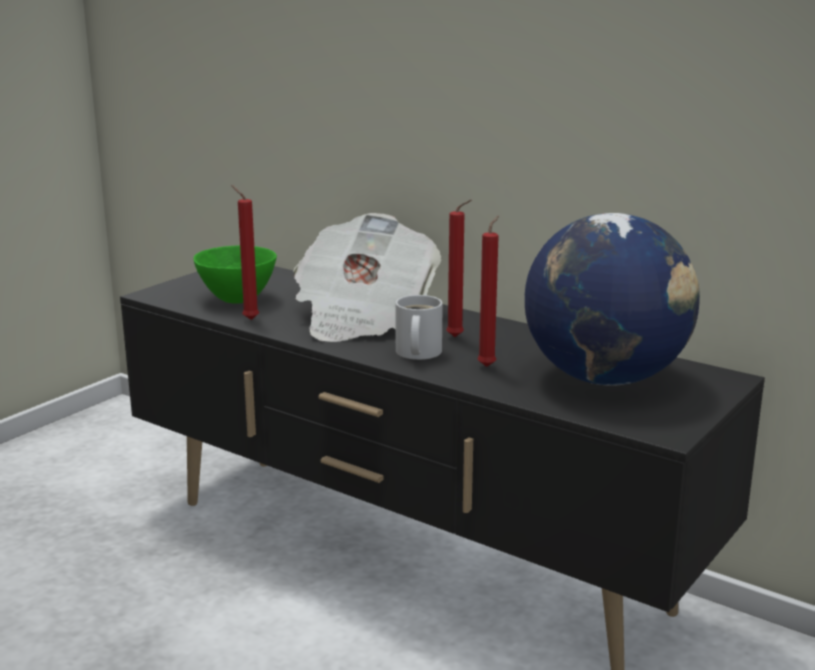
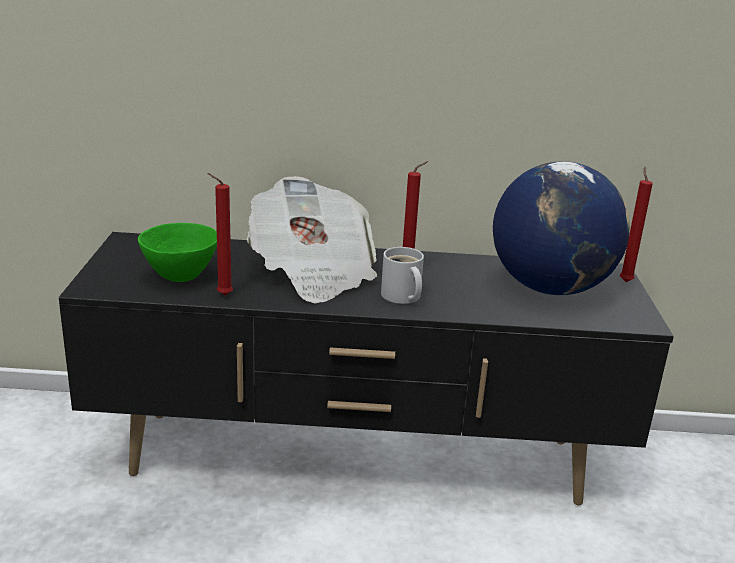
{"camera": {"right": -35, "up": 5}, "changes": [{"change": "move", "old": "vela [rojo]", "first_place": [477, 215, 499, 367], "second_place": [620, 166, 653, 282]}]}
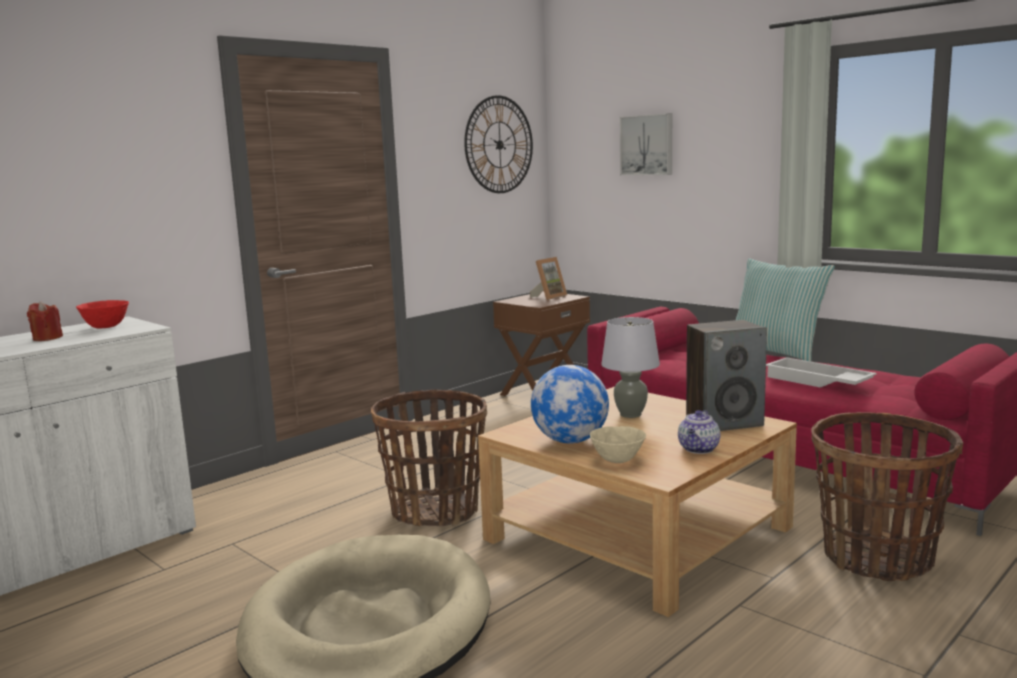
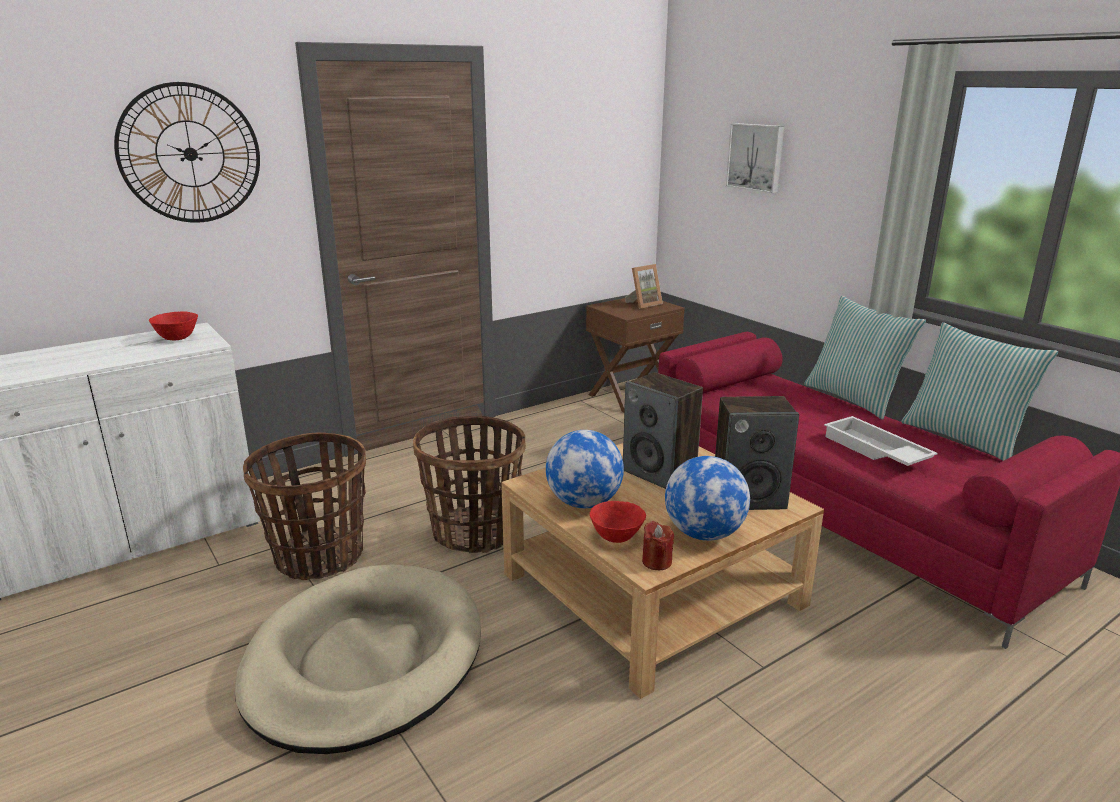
{"camera": {"right": 10, "up": 10}, "changes": [{"change": "move", "old": "vela [rojo]", "first_place": [27, 301, 63, 341], "second_place": [642, 521, 674, 570]}, {"change": "move", "old": "reloj de pared", "first_place": [464, 95, 533, 193], "second_place": [114, 82, 260, 223]}, {"change": "recolor", "old": "cuenco [beis]", "new": "cuenco [rojo]", "first_place": [590, 426, 646, 463], "second_place": [590, 501, 646, 543]}, {"change": "replace", "old": "lámpara de mesa [gris]", "new": "altavoz", "first_place": [601, 317, 660, 418], "second_place": [623, 372, 703, 489]}, {"change": "replace", "old": "tetera", "new": "globo terráqueo", "first_place": [678, 410, 720, 454], "second_place": [665, 456, 750, 541]}, {"change": "move", "old": "cesta", "first_place": [811, 412, 963, 581], "second_place": [243, 432, 366, 580]}, {"change": "insert", "new": "cojín", "second_place": [901, 322, 1058, 461]}]}
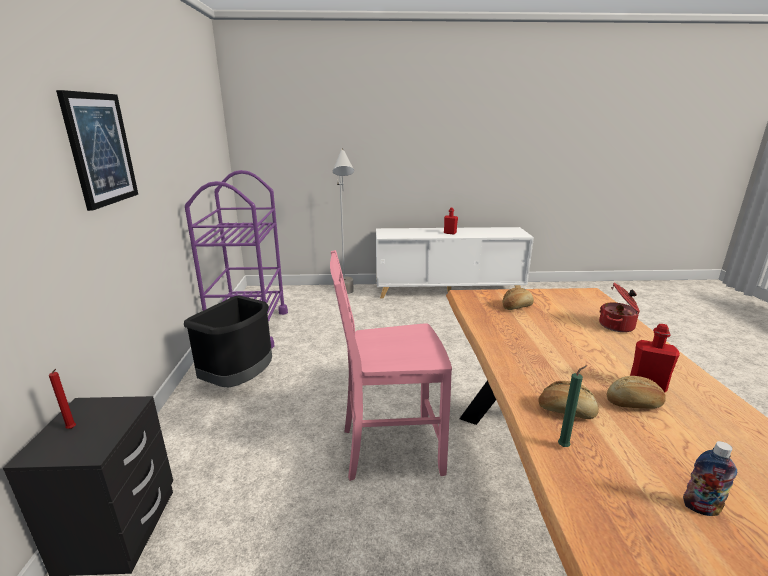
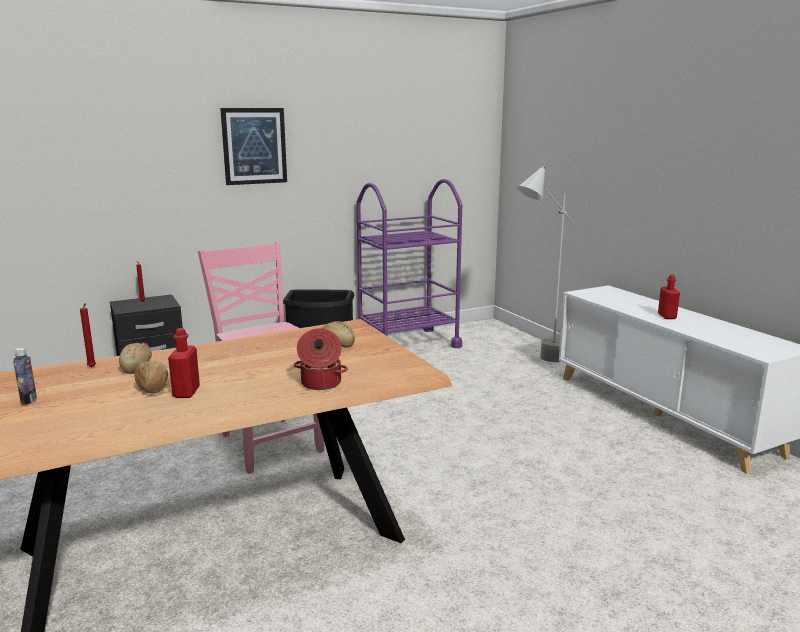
{"camera": {"right": 65, "up": -5}, "changes": [{"change": "recolor", "old": "vela [verde]", "new": "vela [rojo]", "first_place": [558, 365, 587, 447], "second_place": [80, 303, 96, 367]}]}
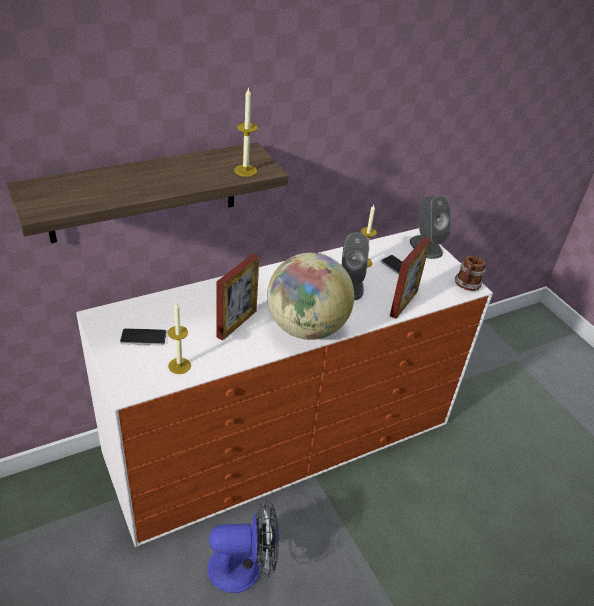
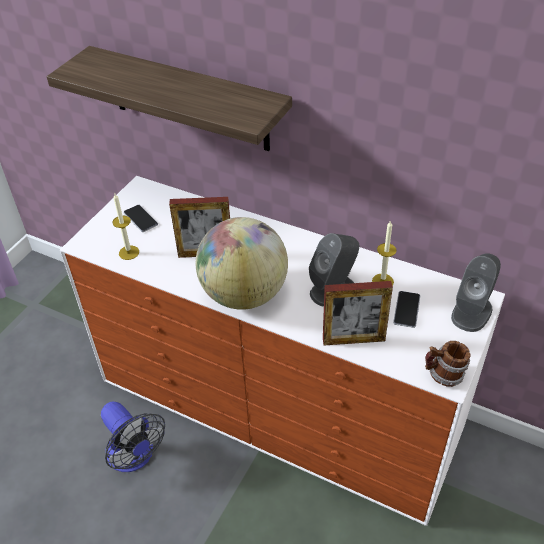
{"camera": {"right": 60, "up": 5}, "changes": [{"change": "delete", "old": "vela", "first_place": [234, 87, 257, 177]}]}
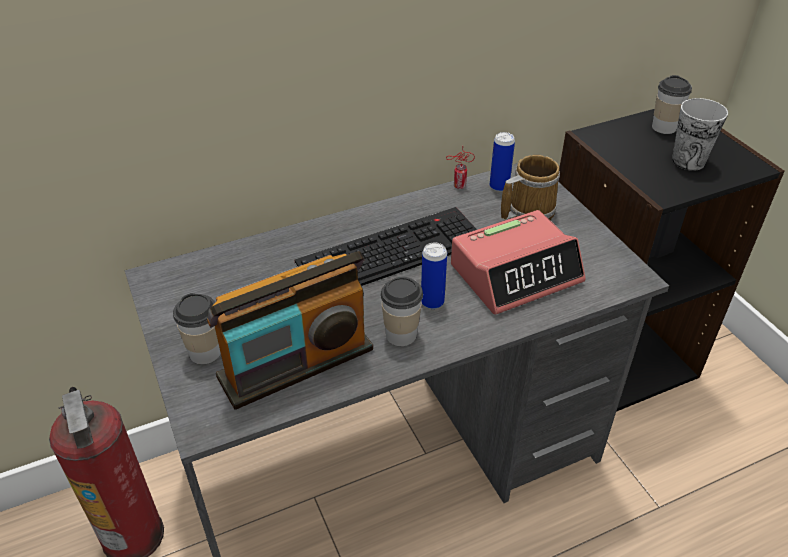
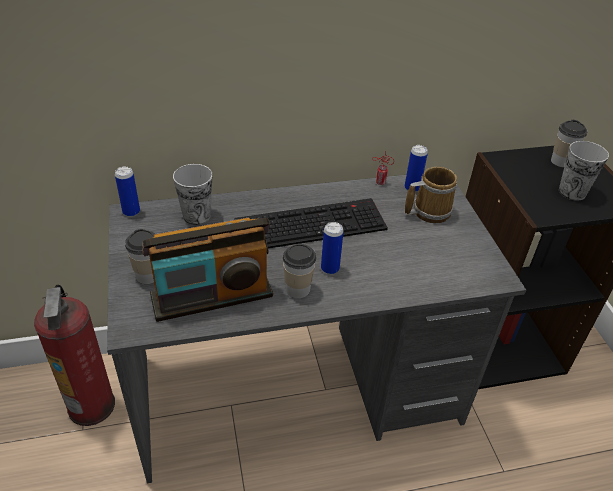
{"camera": {"right": 10, "up": 0}, "changes": [{"change": "delete", "old": "despertador", "first_place": [451, 210, 586, 315]}, {"change": "insert", "new": "lata", "second_place": [115, 166, 140, 217]}, {"change": "insert", "new": "taza", "second_place": [173, 164, 213, 225]}]}
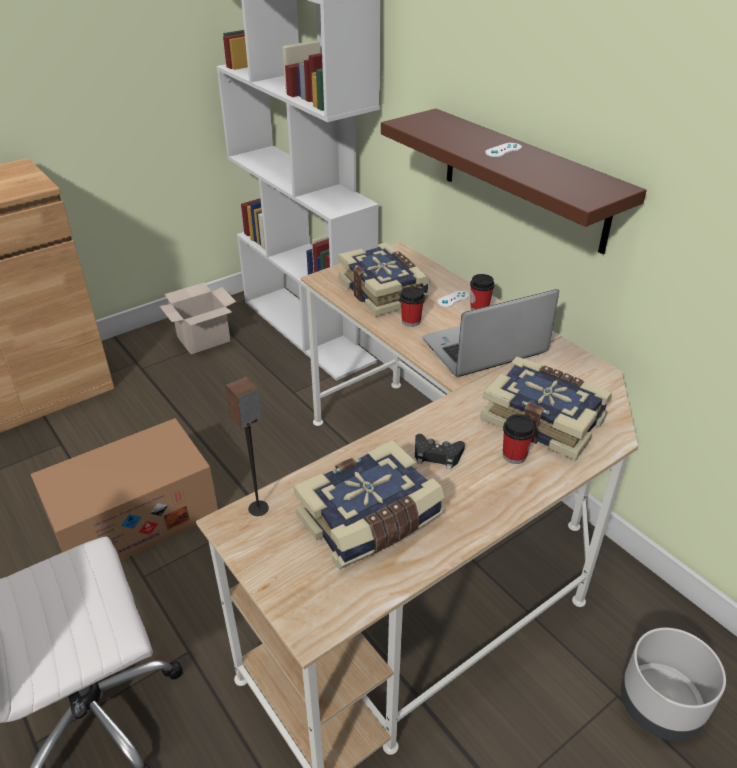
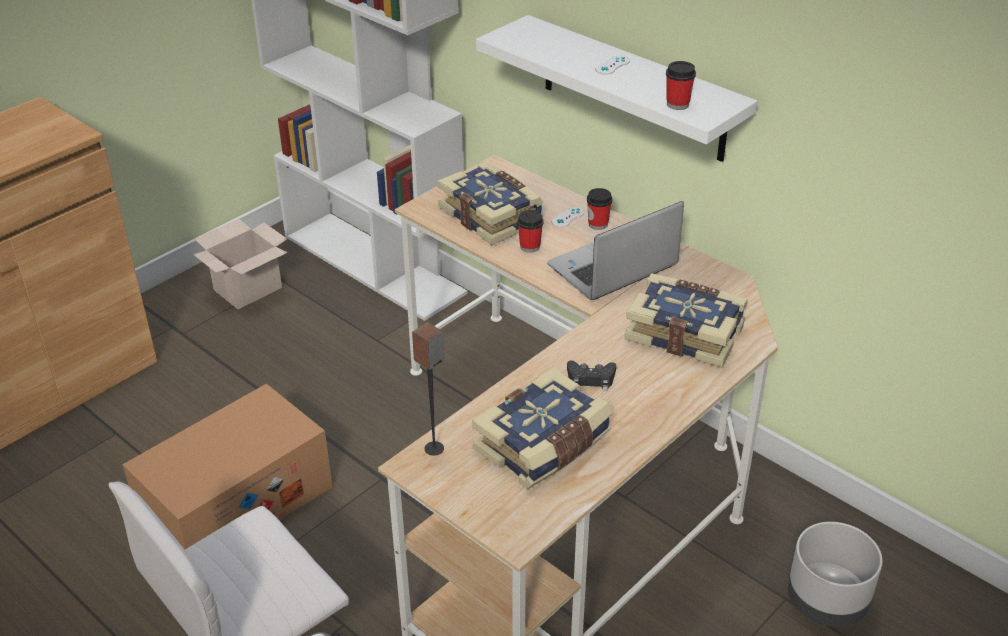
{"camera": {"right": -10, "up": 0}, "changes": [{"change": "recolor", "old": "estante [marrón]", "new": "estante [blanco]", "first_place": [381, 108, 647, 254], "second_place": [476, 15, 758, 162]}, {"change": "move", "old": "taza", "first_place": [503, 414, 535, 464], "second_place": [666, 61, 696, 110]}]}
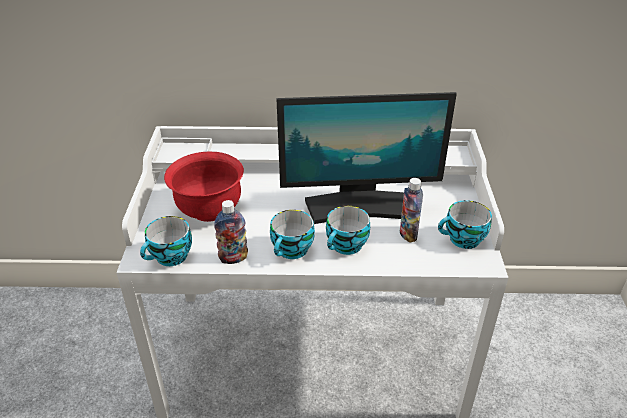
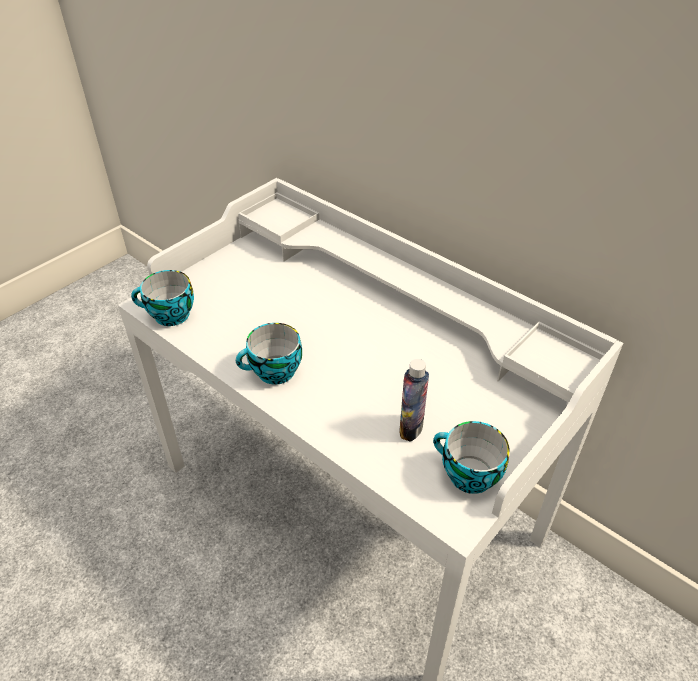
{"camera": {"right": 40, "up": 5}, "changes": [{"change": "delete", "old": "cuenco [rojo]", "first_place": [164, 152, 244, 222]}, {"change": "delete", "old": "botella", "first_place": [214, 200, 248, 264]}, {"change": "delete", "old": "monitor", "first_place": [276, 92, 457, 224]}, {"change": "delete", "old": "taza", "first_place": [326, 206, 370, 255]}]}
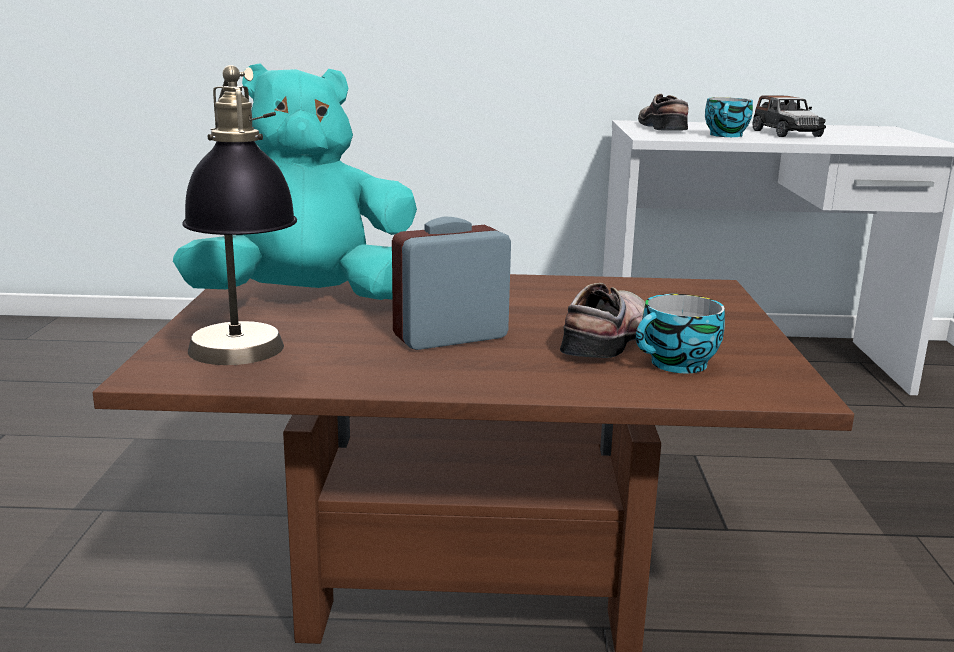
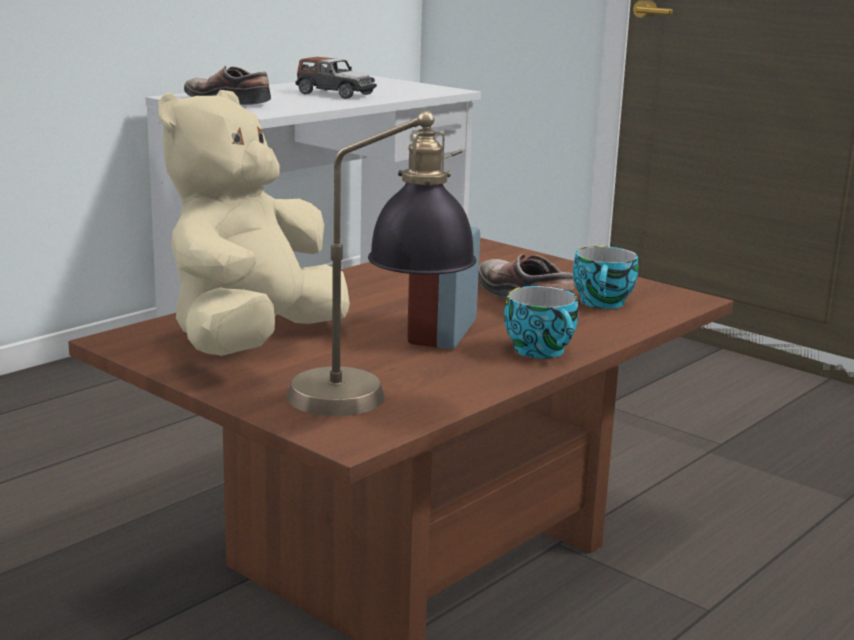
{"camera": {"right": -50, "up": 0}, "changes": [{"change": "recolor", "old": "peluche [turquesa]", "new": "peluche [beis]", "first_place": [173, 64, 417, 300], "second_place": [158, 90, 350, 356]}, {"change": "move", "old": "taza", "first_place": [705, 97, 753, 137], "second_place": [504, 286, 578, 358]}]}
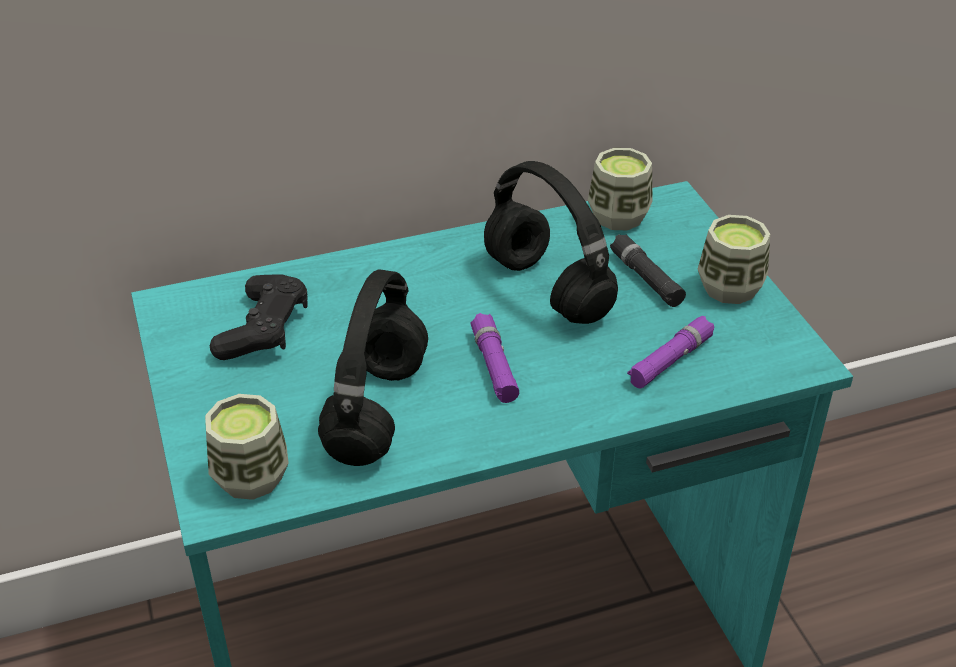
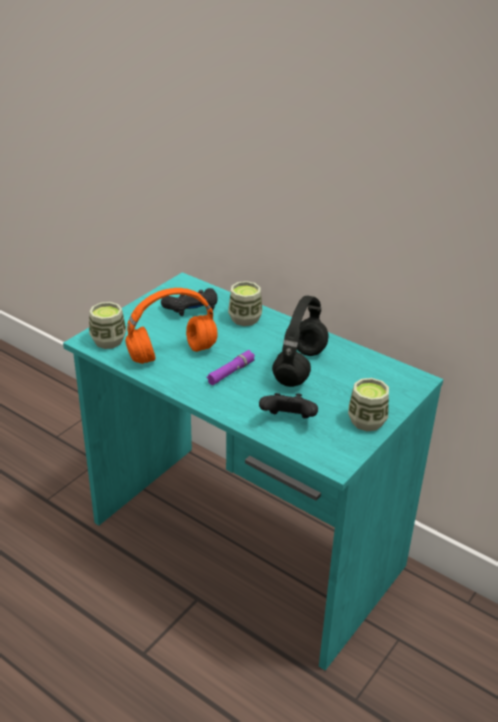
{"camera": {"right": 55, "up": -5}, "changes": [{"change": "recolor", "old": "auriculares [negro]", "new": "auriculares [naranja]", "first_place": [318, 269, 428, 466], "second_place": [125, 288, 217, 364]}, {"change": "move", "old": "taza", "first_place": [588, 148, 653, 230], "second_place": [228, 281, 262, 326]}, {"change": "delete", "old": "linterna [negro]", "first_place": [610, 234, 686, 307]}, {"change": "replace", "old": "linterna [morado]", "new": "mando de consola [negro]", "first_place": [627, 316, 715, 389], "second_place": [259, 393, 318, 419]}]}
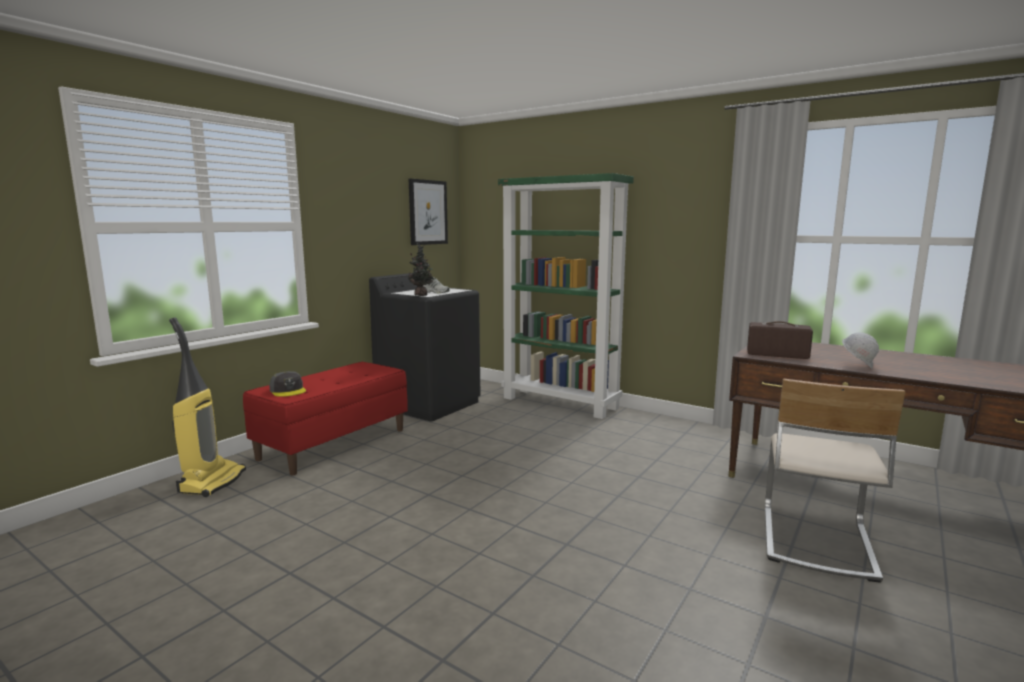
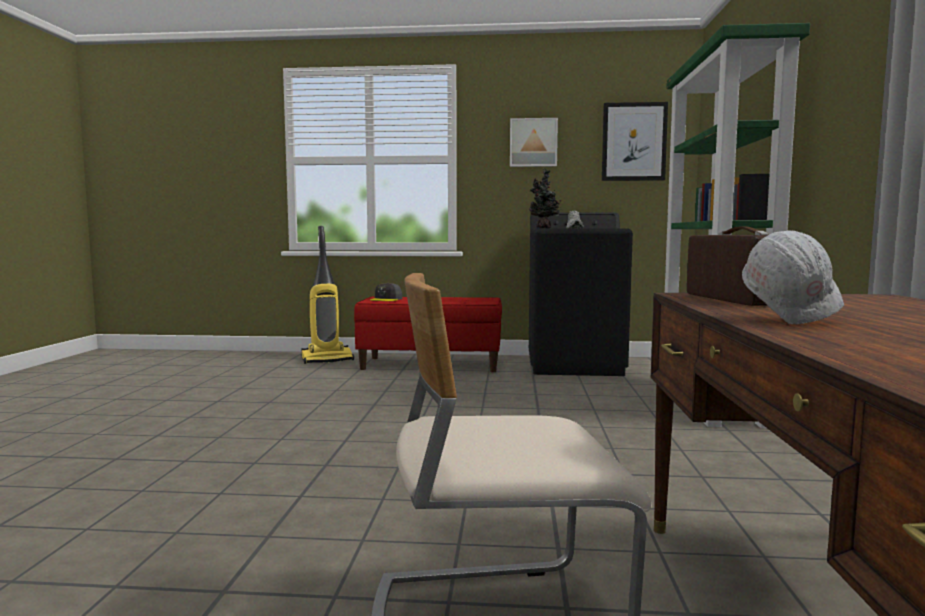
{"camera": {"right": 60, "up": -5}, "changes": [{"change": "insert", "new": "cuadro", "second_place": [510, 118, 558, 167]}]}
